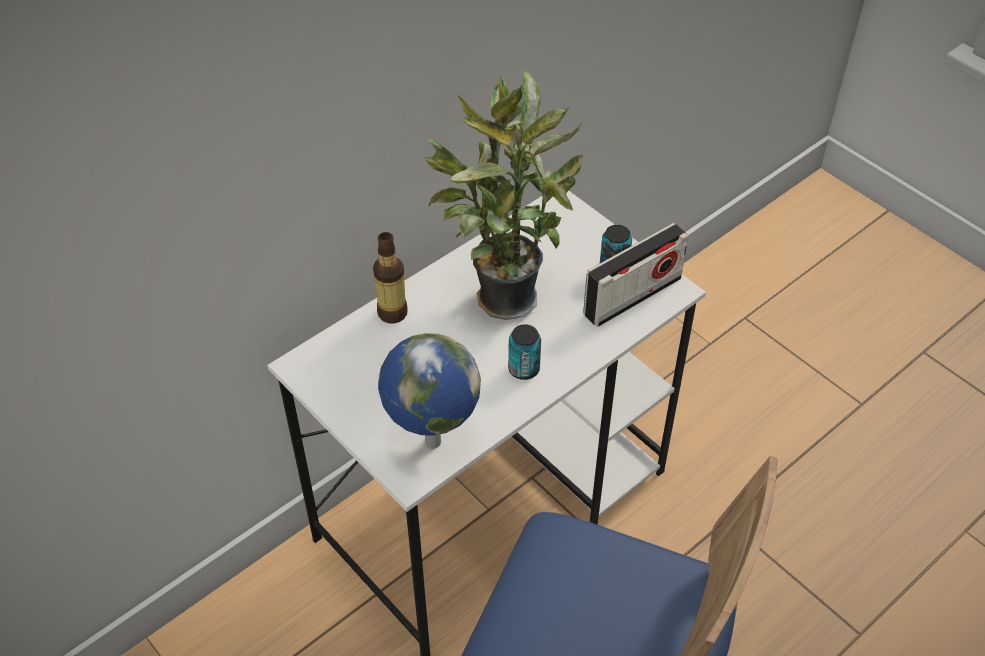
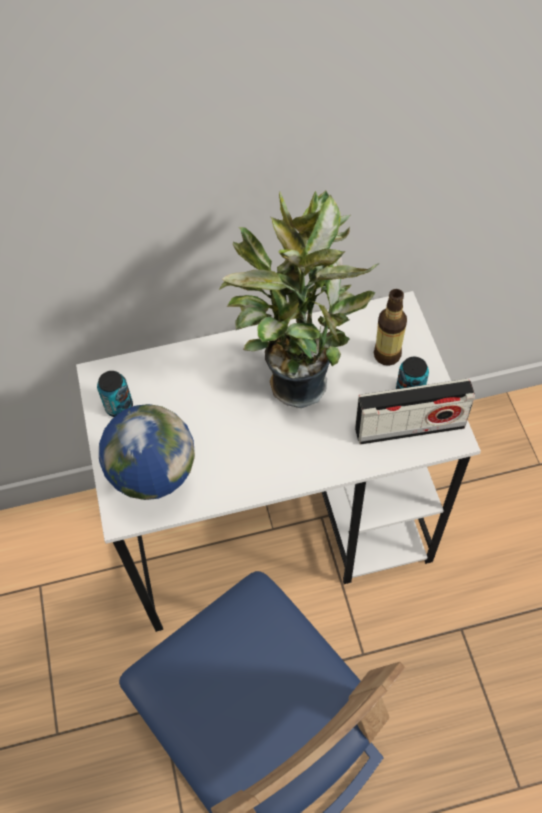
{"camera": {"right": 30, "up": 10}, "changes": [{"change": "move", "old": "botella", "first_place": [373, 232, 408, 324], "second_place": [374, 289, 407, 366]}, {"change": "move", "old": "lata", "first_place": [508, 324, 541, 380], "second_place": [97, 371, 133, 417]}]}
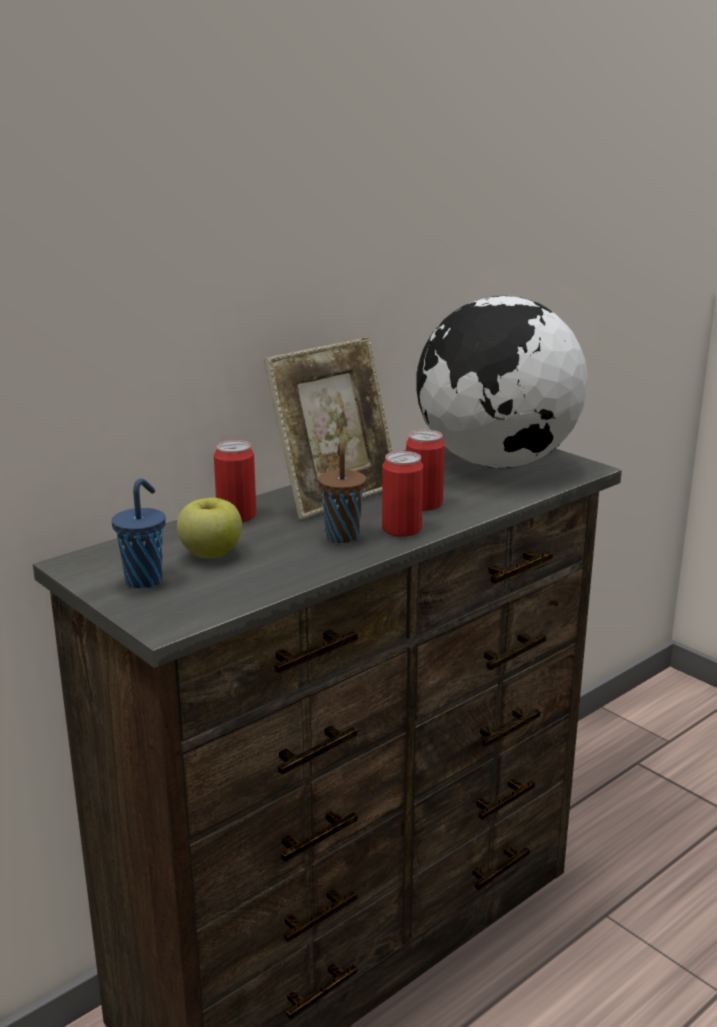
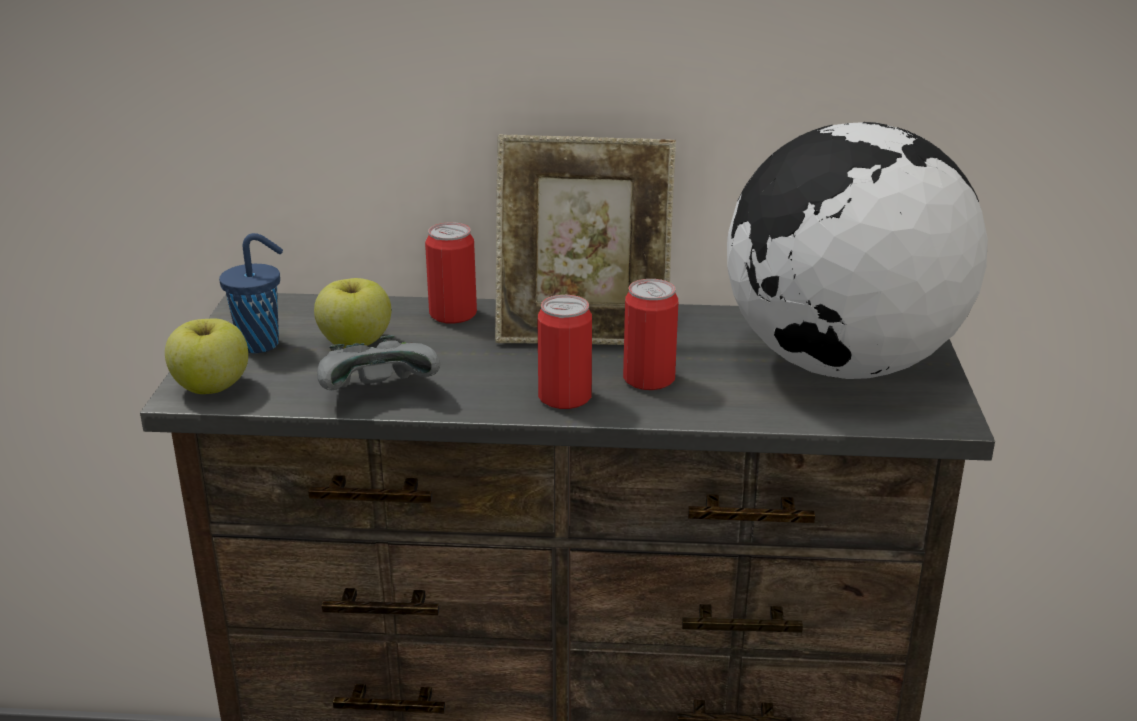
{"camera": {"right": 45, "up": 5}, "changes": [{"change": "delete", "old": "taza [marrón]", "first_place": [318, 442, 366, 543]}, {"change": "insert", "new": "manzana", "second_place": [165, 318, 248, 394]}, {"change": "insert", "new": "mando de consola [gris]", "second_place": [317, 335, 440, 390]}]}
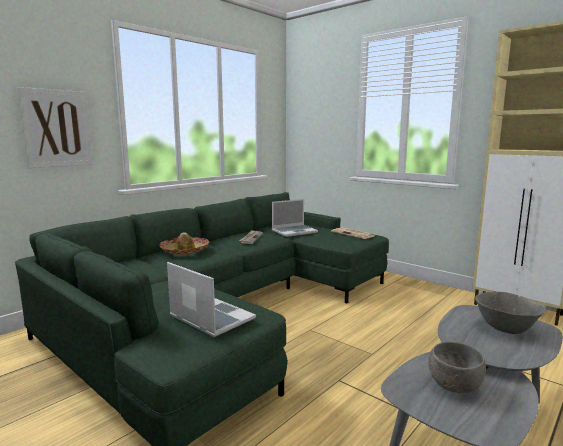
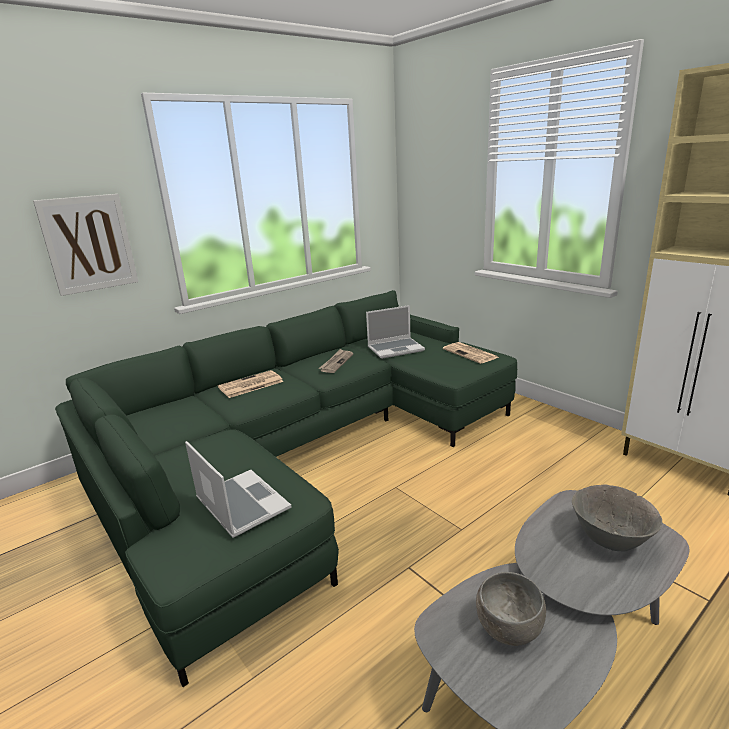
{"camera": {"right": 10, "up": 10}, "changes": [{"change": "replace", "old": "sombrero", "new": "periódico", "first_place": [159, 232, 209, 255], "second_place": [218, 370, 283, 398]}]}
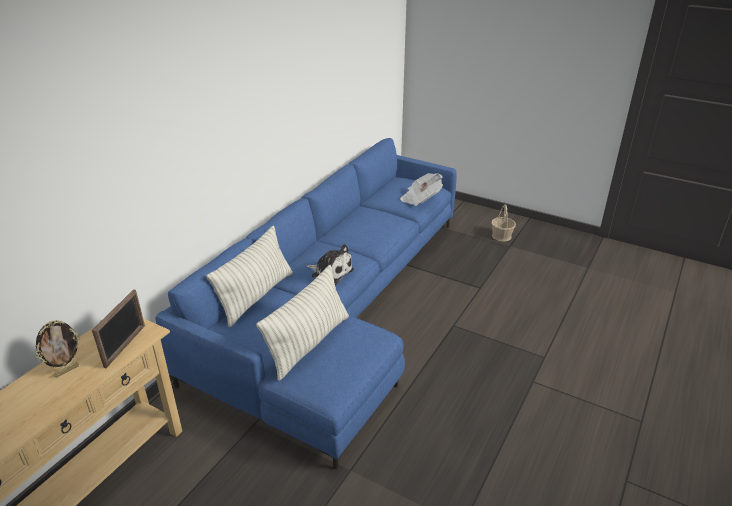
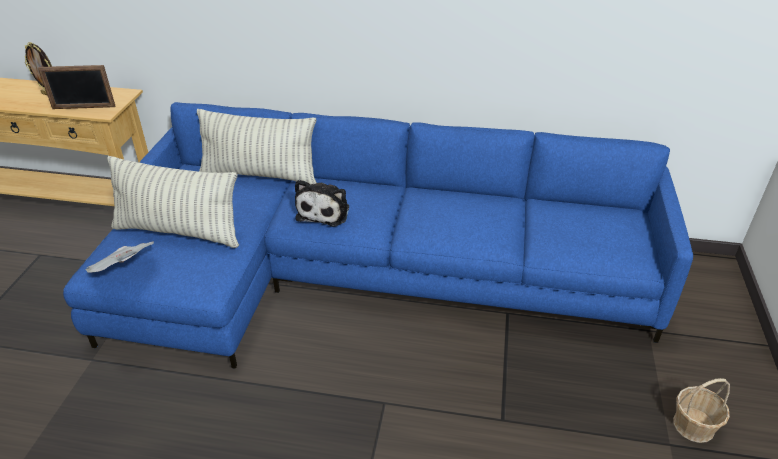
{"camera": {"right": 70, "up": 5}, "changes": [{"change": "move", "old": "periódico", "first_place": [400, 173, 443, 206], "second_place": [86, 241, 154, 273]}]}
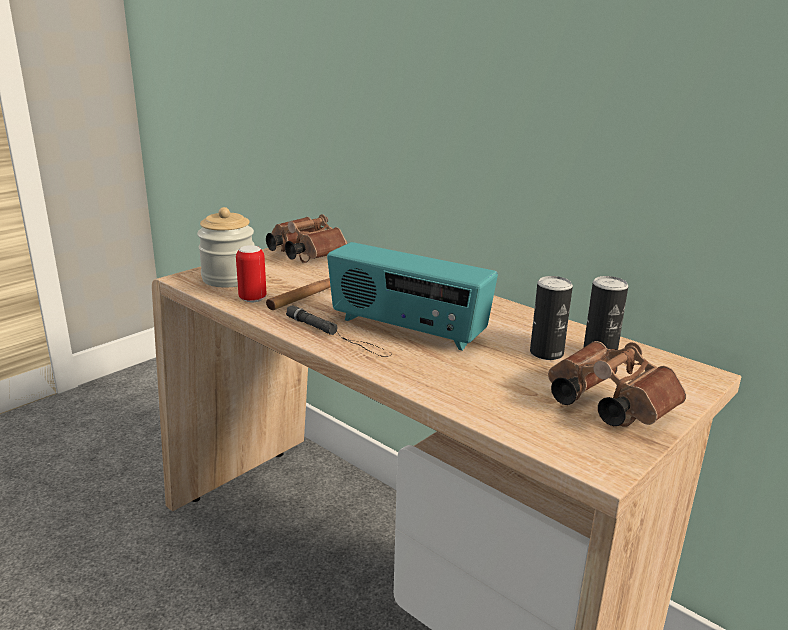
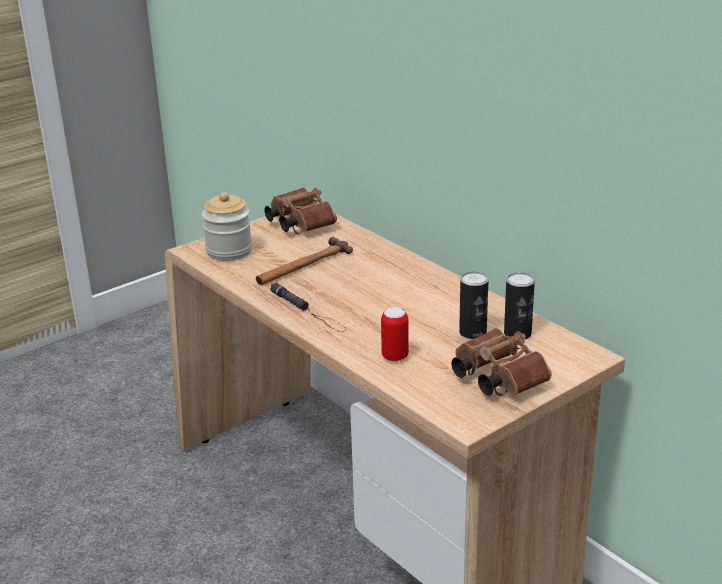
{"camera": {"right": 10, "up": 5}, "changes": [{"change": "move", "old": "lata", "first_place": [236, 245, 267, 302], "second_place": [381, 307, 409, 362]}, {"change": "delete", "old": "radio", "first_place": [327, 242, 498, 351]}]}
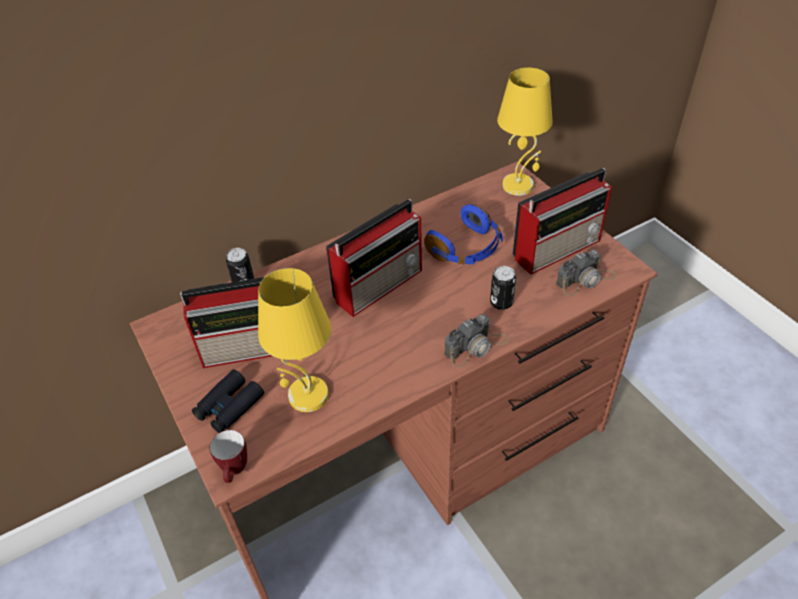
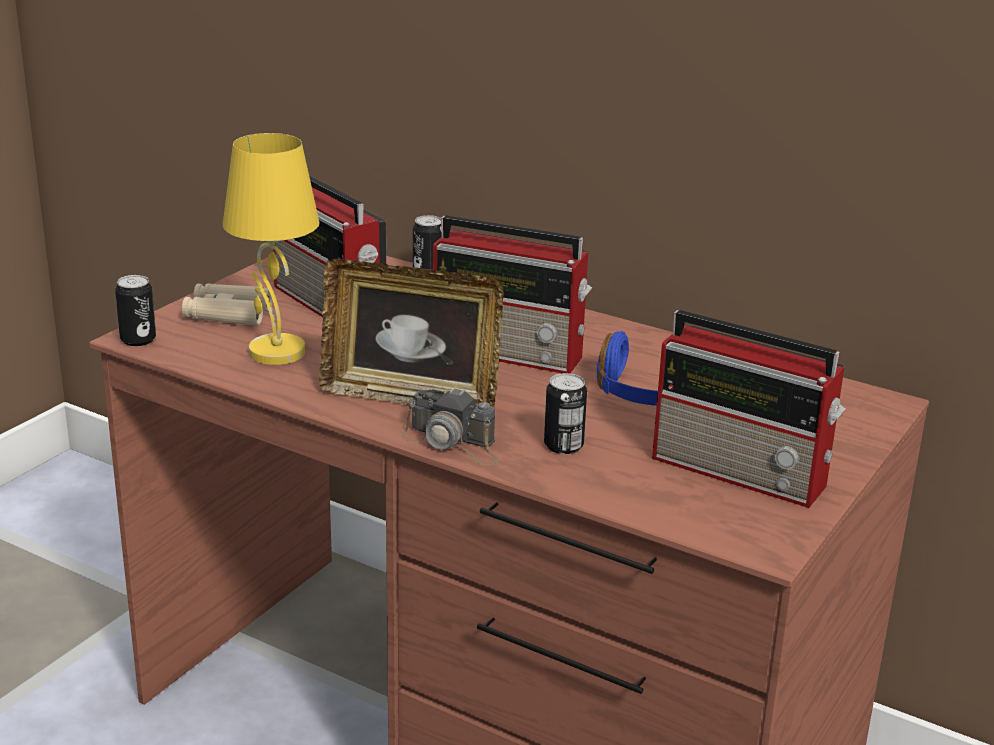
{"camera": {"right": 60, "up": -20}, "changes": [{"change": "recolor", "old": "prismáticos [negro]", "new": "prismáticos [beis]", "first_place": [192, 369, 264, 433], "second_place": [182, 283, 273, 326]}, {"change": "replace", "old": "taza grande", "new": "lata", "first_place": [210, 430, 247, 483], "second_place": [115, 275, 156, 346]}, {"change": "delete", "old": "lámpara de mesa [amarillo]", "first_place": [497, 68, 553, 196]}, {"change": "delete", "old": "cámara", "first_place": [556, 250, 617, 296]}, {"change": "insert", "new": "portarretratos", "second_place": [319, 259, 504, 408]}]}
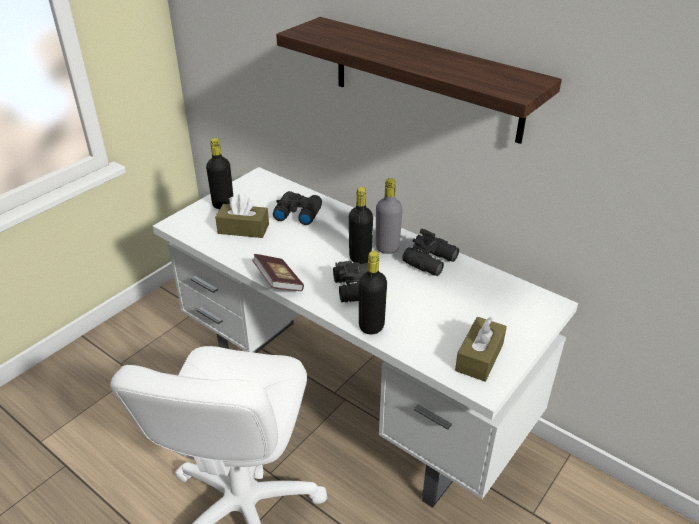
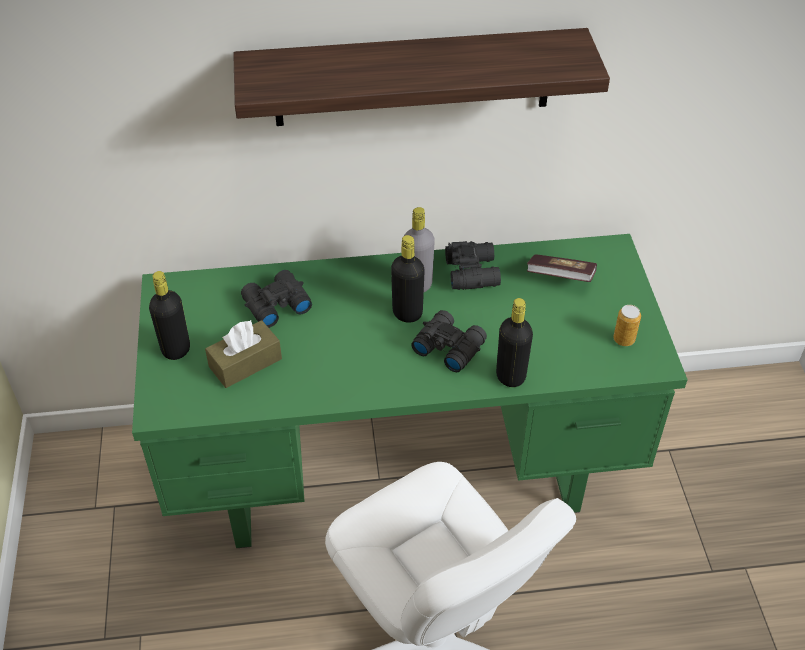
{"camera": {"right": -45, "up": 10}, "changes": [{"change": "recolor", "old": "escritorio [blanco]", "new": "escritorio [verde]", "first_place": [153, 167, 578, 508], "second_place": [132, 234, 688, 548]}, {"change": "move", "old": "libro", "first_place": [252, 254, 304, 291], "second_place": [527, 254, 597, 282]}, {"change": "replace", "old": "caja de pañuelos [marrón]", "new": "lata", "first_place": [455, 317, 507, 382], "second_place": [613, 305, 641, 346]}]}
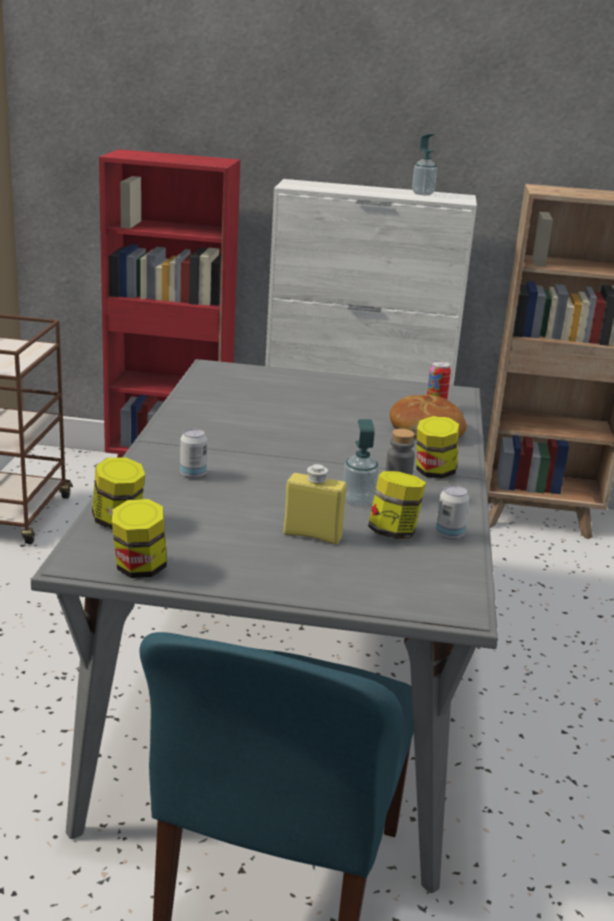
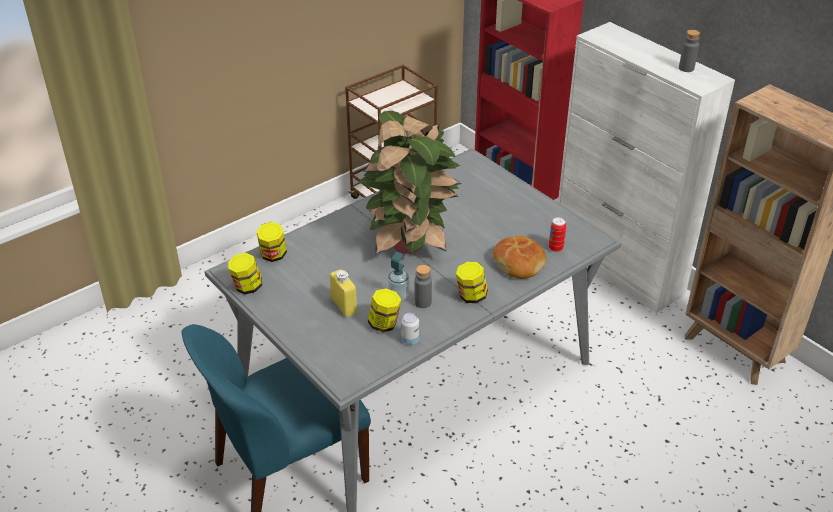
{"camera": {"right": 45, "up": 15}, "changes": [{"change": "delete", "old": "lata", "first_place": [180, 429, 207, 479]}, {"change": "replace", "old": "dispensador de jabón", "new": "botella [gris]", "first_place": [412, 134, 437, 195], "second_place": [679, 30, 700, 72]}, {"change": "insert", "new": "planta en maceta", "second_place": [358, 111, 461, 254]}]}
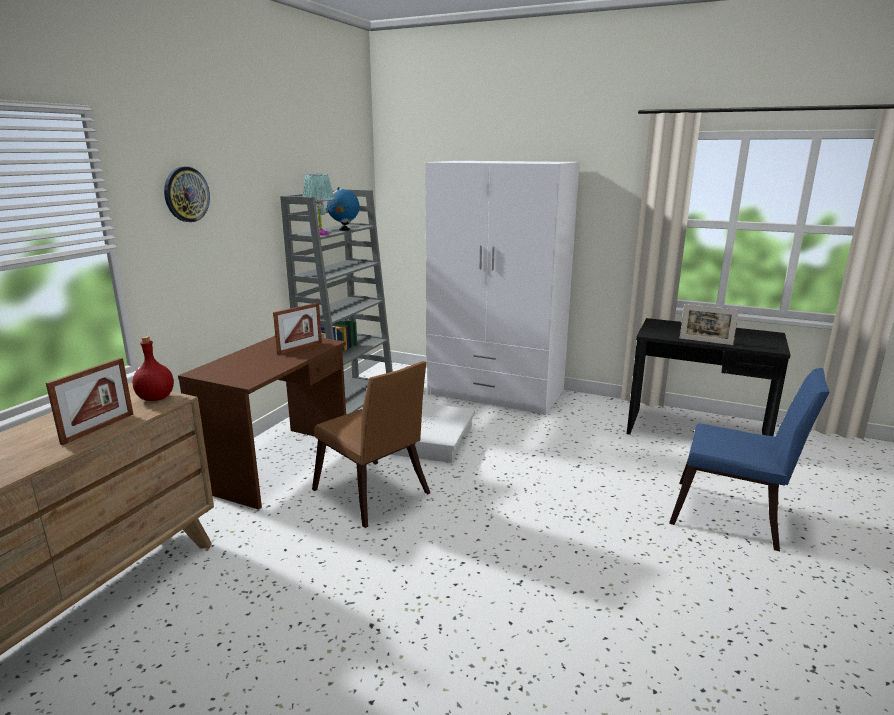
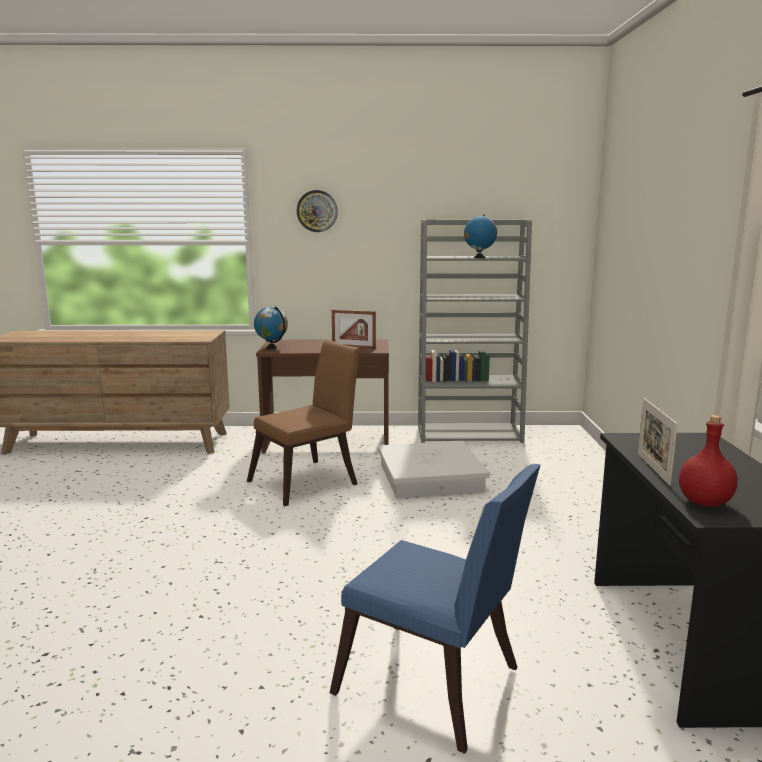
{"camera": {"right": 65, "up": -5}, "changes": [{"change": "delete", "old": "portarretratos", "first_place": [46, 358, 134, 445]}, {"change": "move", "old": "botella [rojo]", "first_place": [132, 336, 174, 401], "second_place": [679, 415, 738, 507]}, {"change": "delete", "old": "lámpara de mesa [turquesa]", "first_place": [303, 174, 335, 235]}, {"change": "rotate", "old": "silla [marrón]", "first_place": [312, 361, 430, 528], "second_place": [247, 339, 360, 506], "degrees": -150}, {"change": "delete", "old": "armario ropero [blanco]", "first_place": [425, 161, 579, 415]}, {"change": "rotate", "old": "silla [azul]", "first_place": [669, 368, 829, 551], "second_place": [330, 464, 540, 754], "degrees": -60}, {"change": "insert", "new": "globo terráqueo", "second_place": [254, 306, 288, 349]}]}
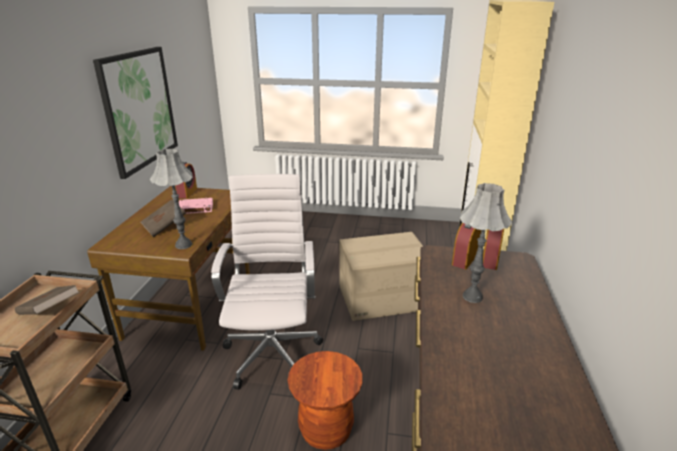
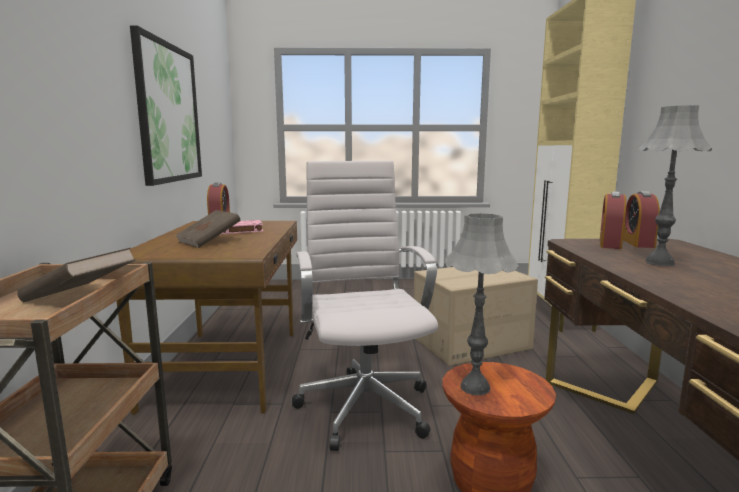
{"camera": {"right": -10, "up": -15}, "changes": [{"change": "move", "old": "lámpara de mesa [gris]", "first_place": [150, 149, 193, 249], "second_place": [445, 213, 519, 395]}]}
